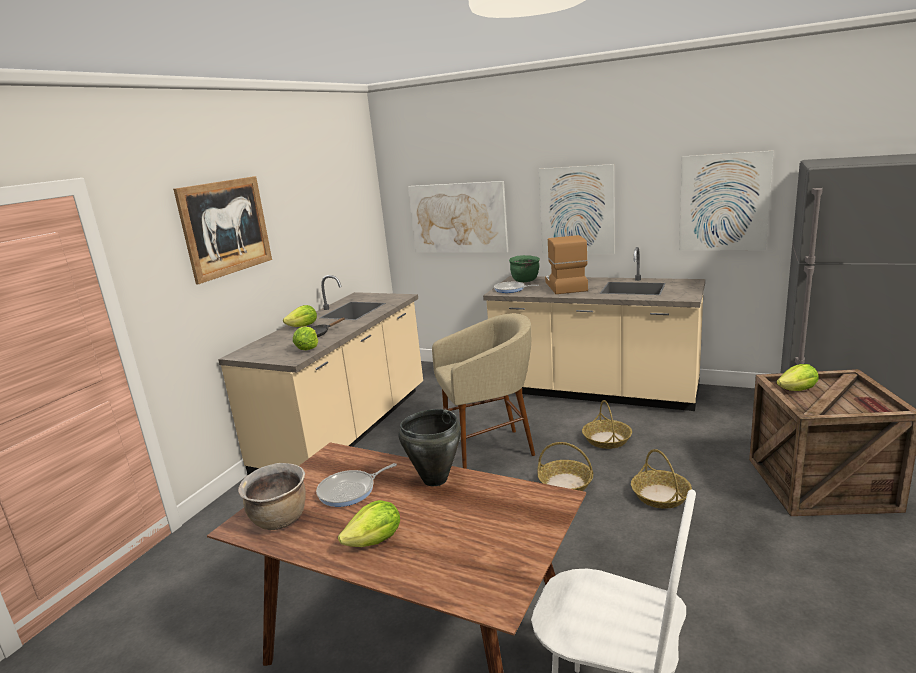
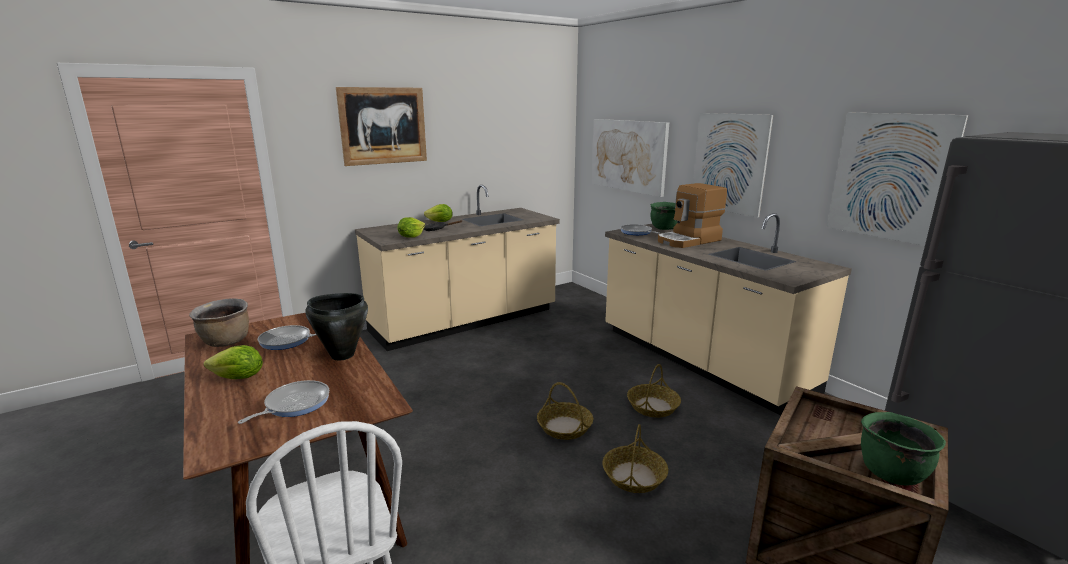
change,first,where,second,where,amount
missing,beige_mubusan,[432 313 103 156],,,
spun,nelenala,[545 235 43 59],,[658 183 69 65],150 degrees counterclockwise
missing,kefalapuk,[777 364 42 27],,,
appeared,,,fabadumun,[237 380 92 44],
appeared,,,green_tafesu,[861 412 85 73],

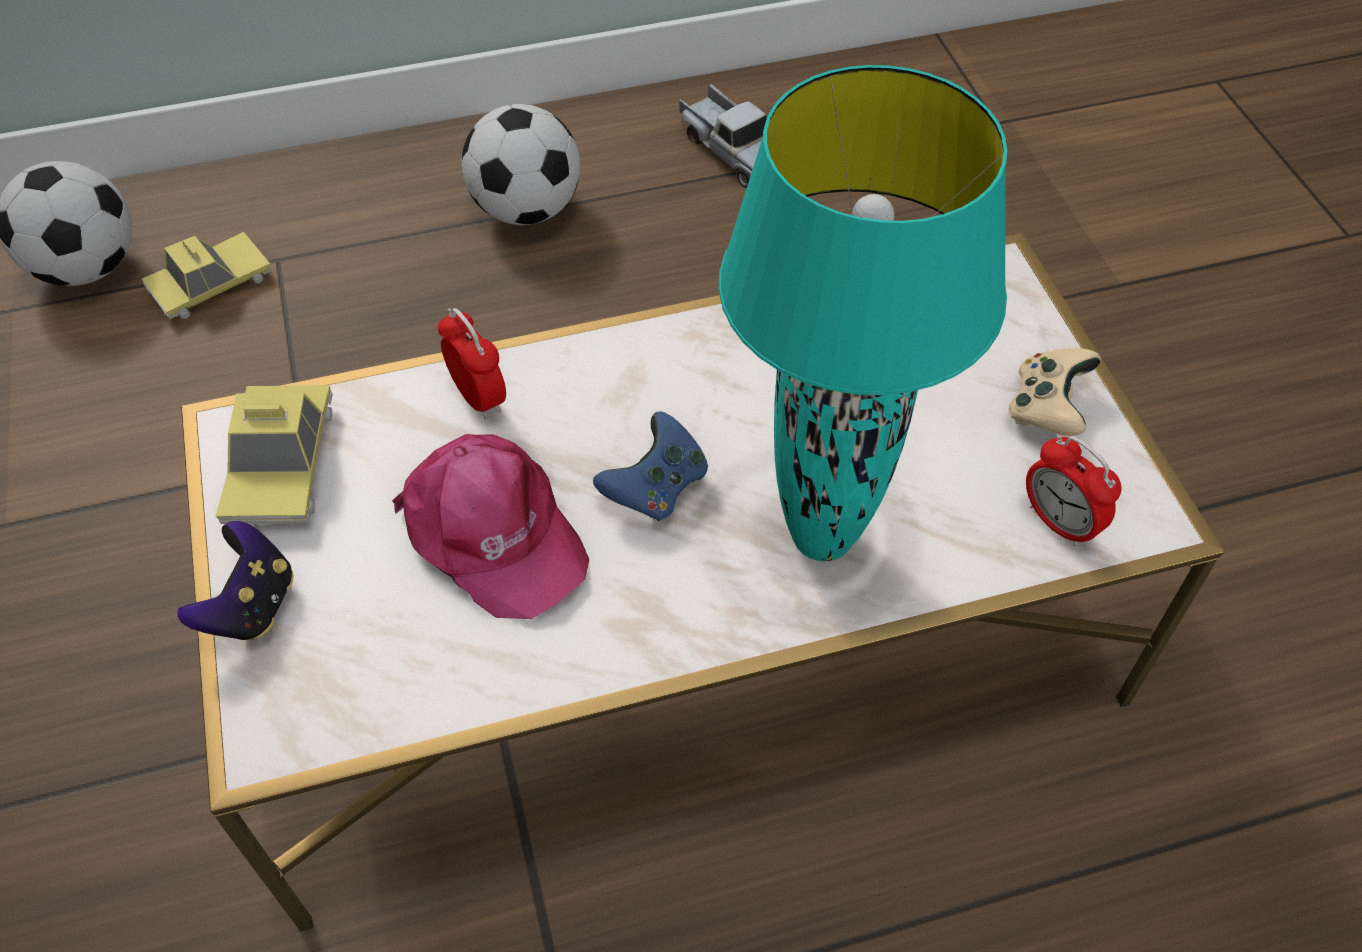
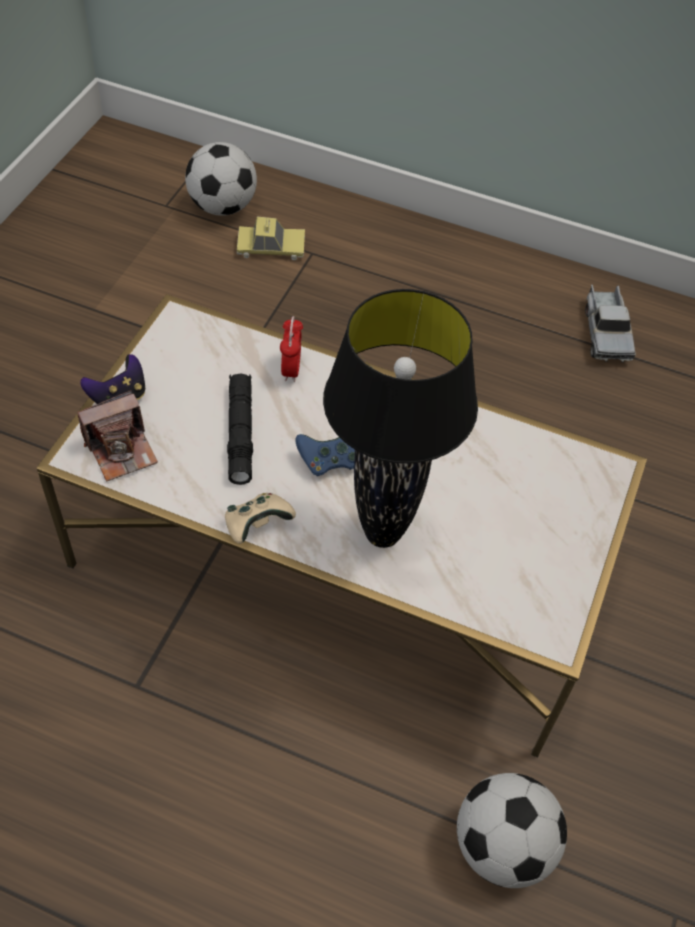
change,first,where,second,where,amount
missing,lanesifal,[216 385 117 140],,,
exchanged,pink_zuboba,[392 434 197 185],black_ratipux,[227 373 26 112],
relocated,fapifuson,[462 104 118 121],,[457 773 110 115],
colour,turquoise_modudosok,[719 65 288 496],black_modudosok,[323 289 155 259],
relocated,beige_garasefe,[1009 348 92 88],,[225 493 71 51],
missing,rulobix,[1026 435 95 112],,,
appeared,,,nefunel,[77 390 81 91],

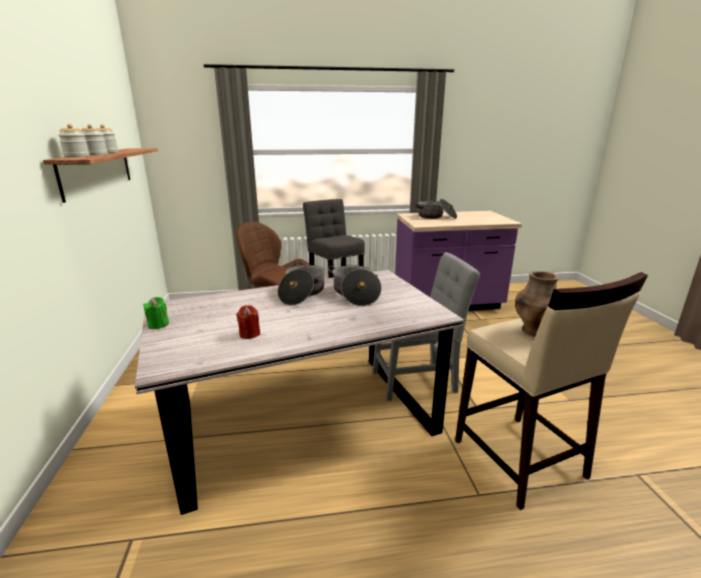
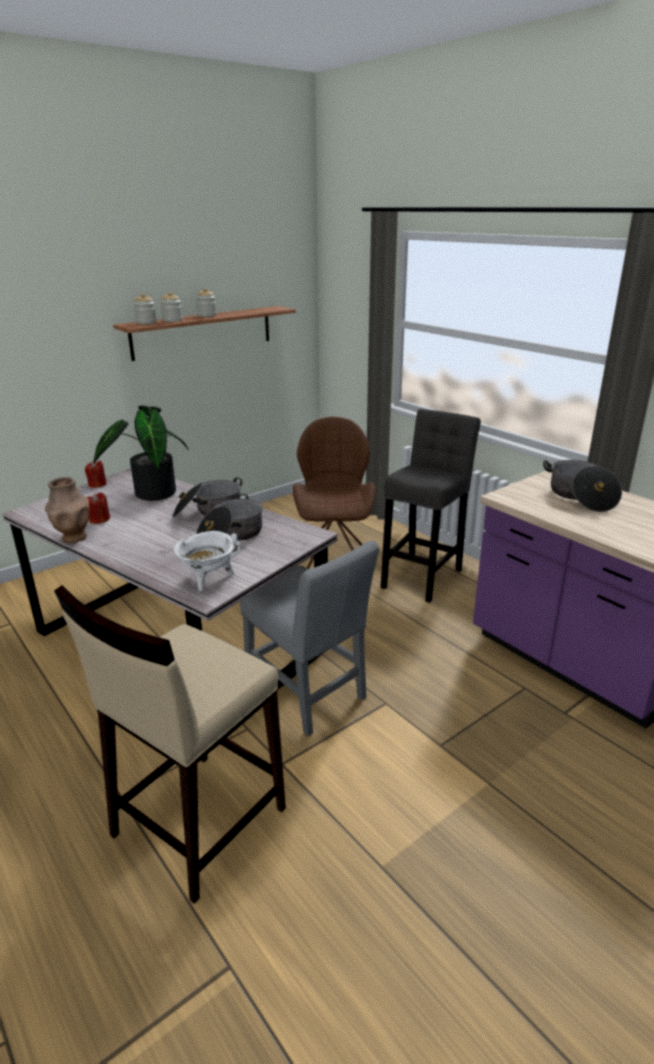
change,first,where,second,where,amount
colour,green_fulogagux,[143 297 26 32],red_fulogagux,[85 460 22 28],
relocated,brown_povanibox,[515 271 44 65],,[45 477 44 66],
appeared,,,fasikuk,[93 405 96 96],
appeared,,,white_tafesu,[174 531 67 61],

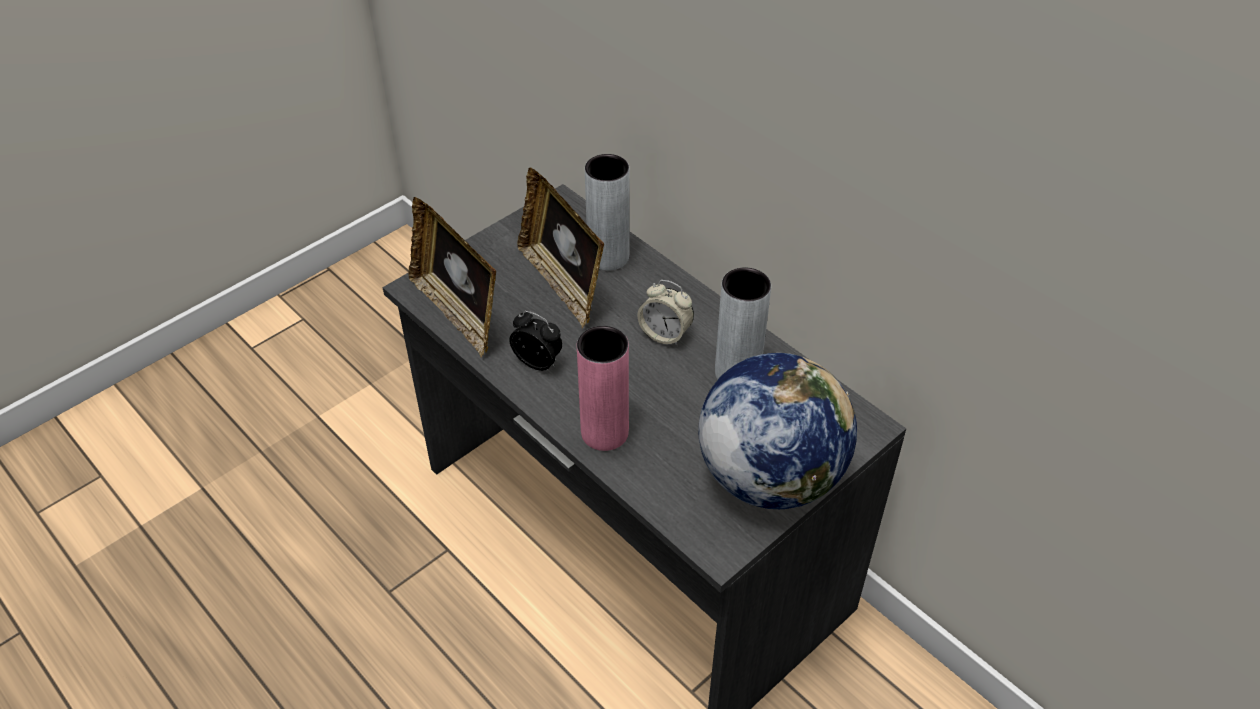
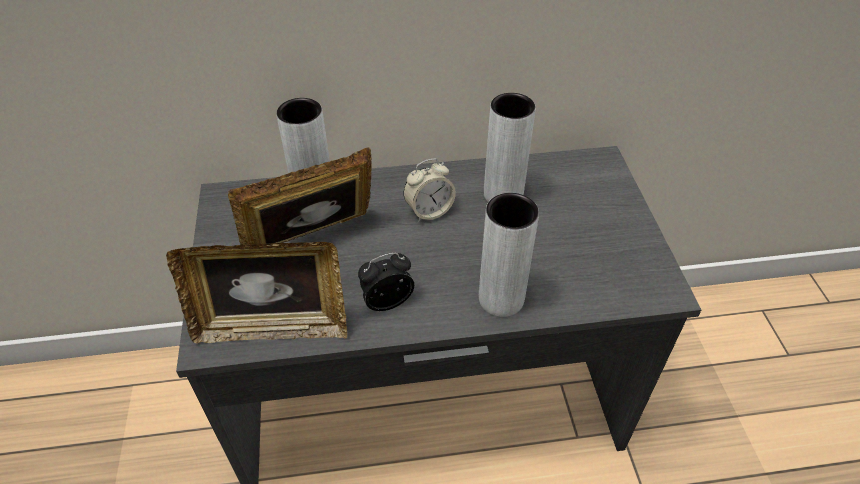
change,first,where,second,where,amount
spun,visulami,[517 167 87 161],,[228 147 144 98],150 degrees clockwise
colour,pink_povanibox,[577 326 52 125],grey_povanibox,[479 193 60 124],
missing,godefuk,[698 353 159 156],,,

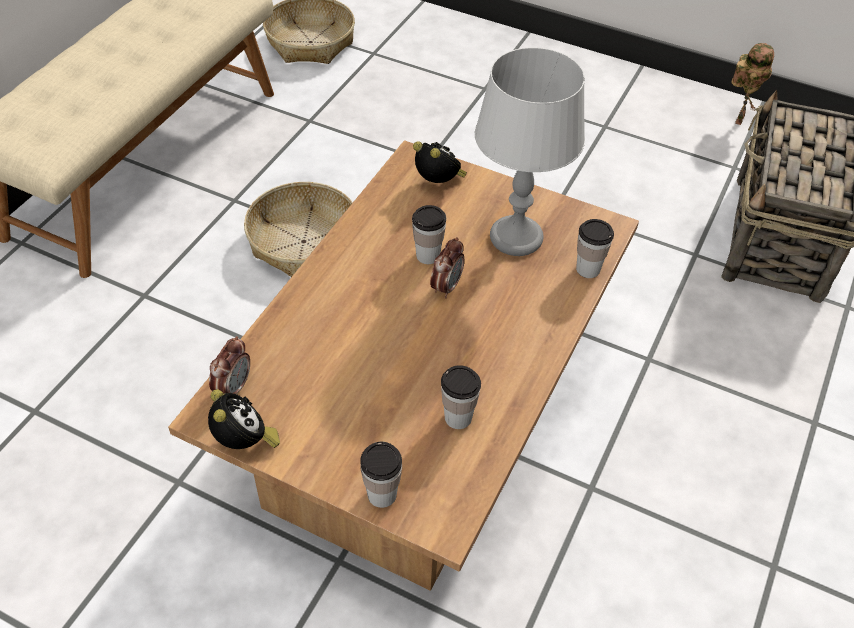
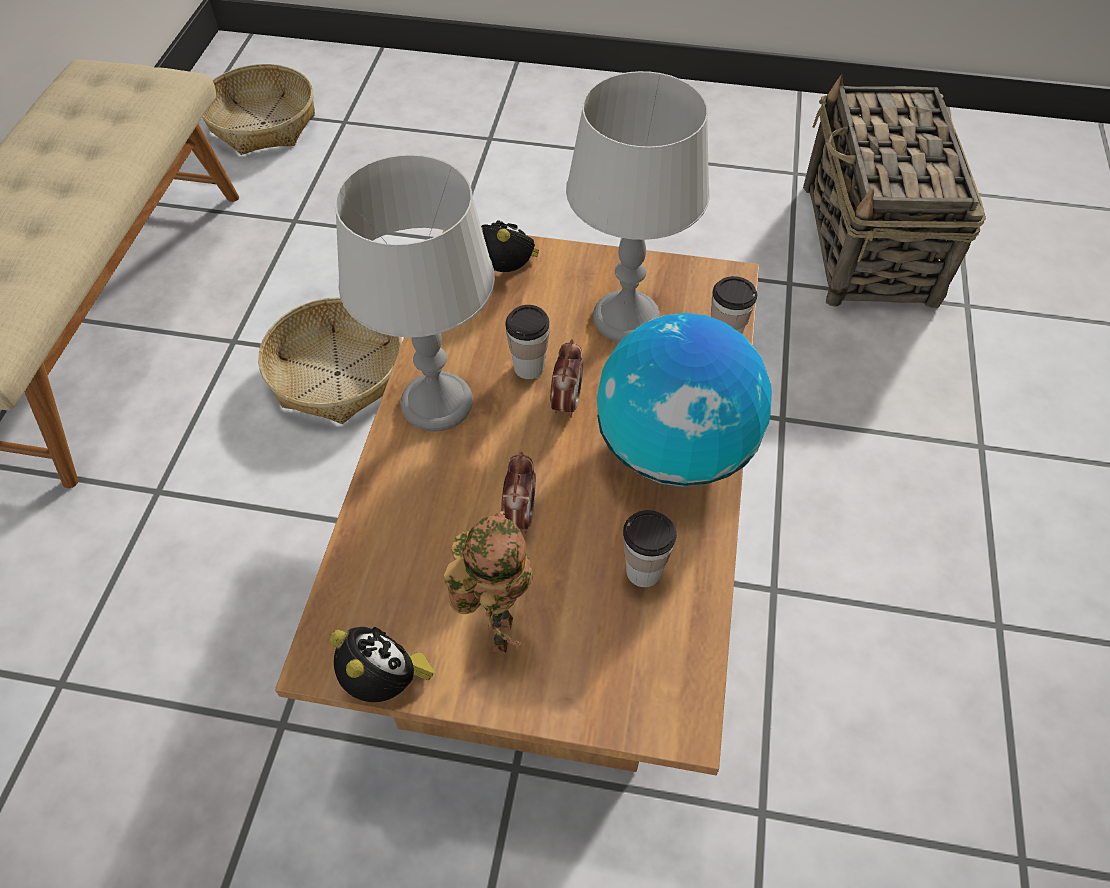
change,first,where,second,where,amount
relocated,rulobix,[209 336 41 58],,[501 452 35 82],
missing,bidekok,[360 442 42 66],,,
relocated,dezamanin,[731 43 43 82],,[444 511 89 143],
appeared,,,grey_modudosok,[335 154 160 278],
appeared,,,godefuk,[597 313 175 174],

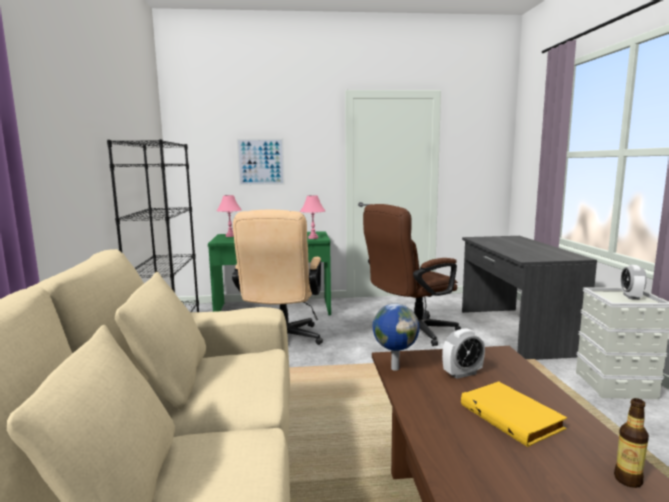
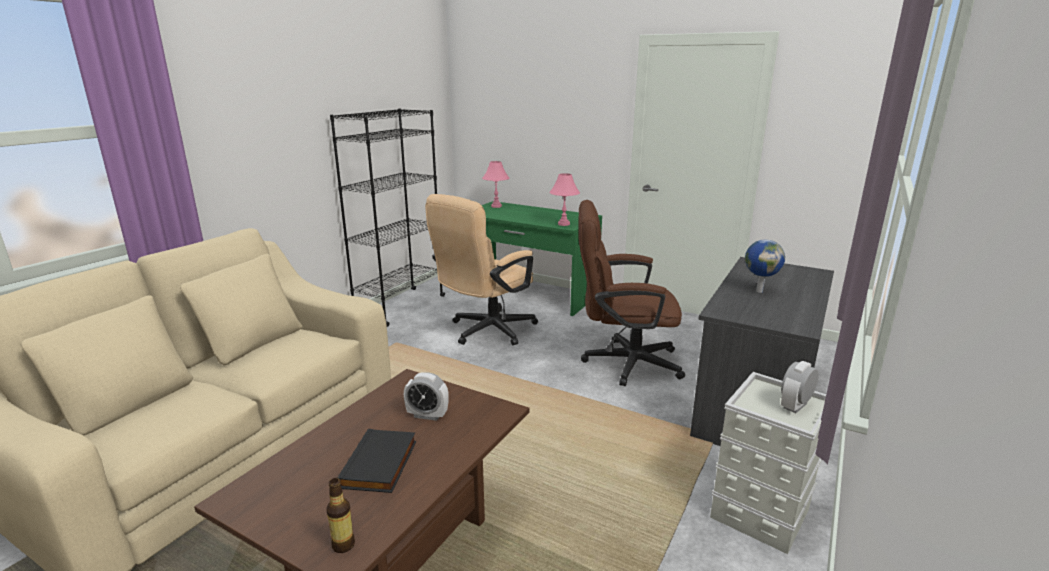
change,first,where,second,where,amount
missing,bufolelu,[237 138 48 48],,,
relocated,godefuk,[373 304 47 67],,[745 239 40 54],
colour,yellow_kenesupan,[461 381 106 66],black_kenesupan,[338 429 78 64],

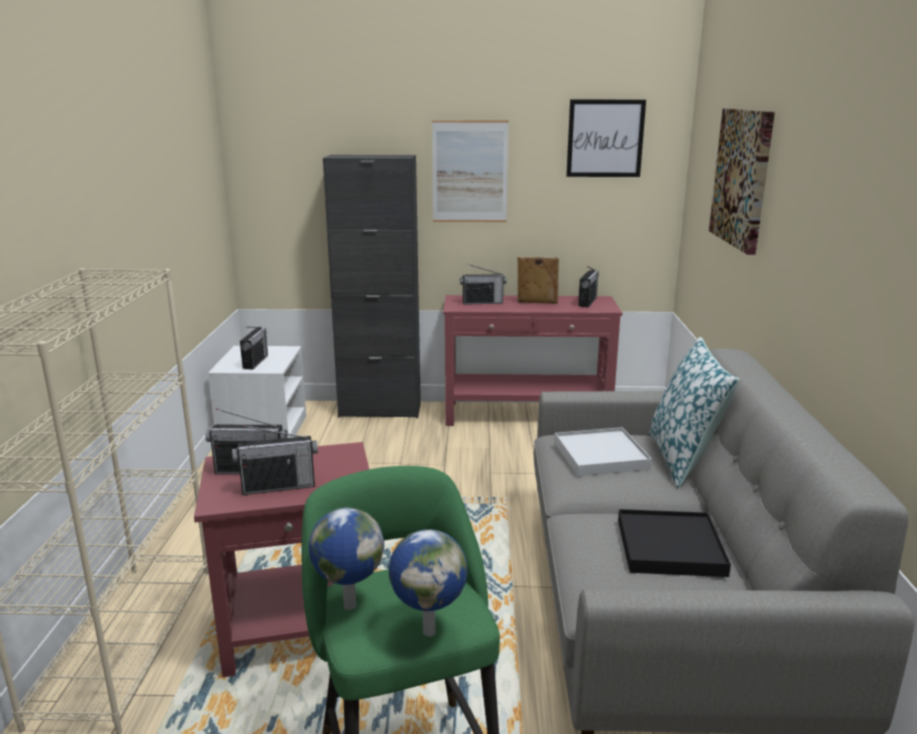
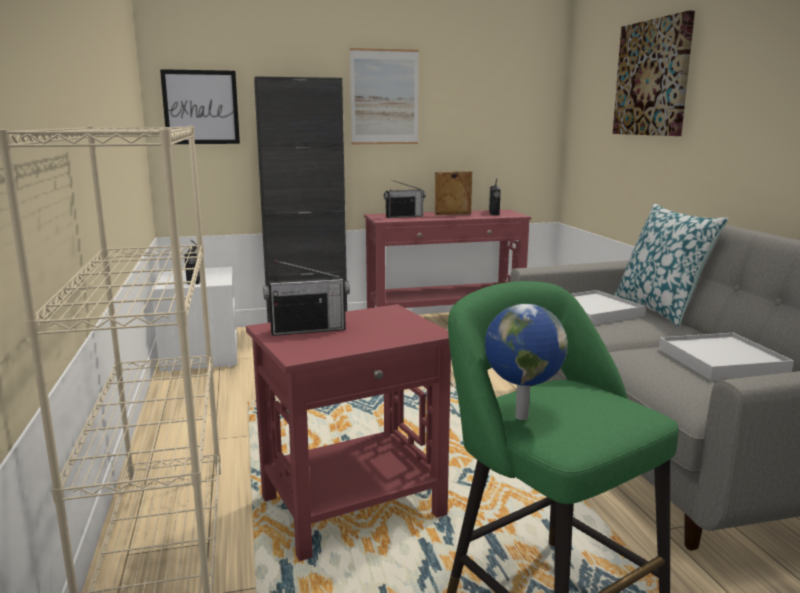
change,first,where,second,where,amount
missing,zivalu,[232 425 86 70],,,
missing,godefuk,[389 529 79 108],,,
relocated,bufolelu,[566 100 80 77],,[160 69 80 75],
colour,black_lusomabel,[618 509 113 68],white_lusomabel,[659 333 135 47],

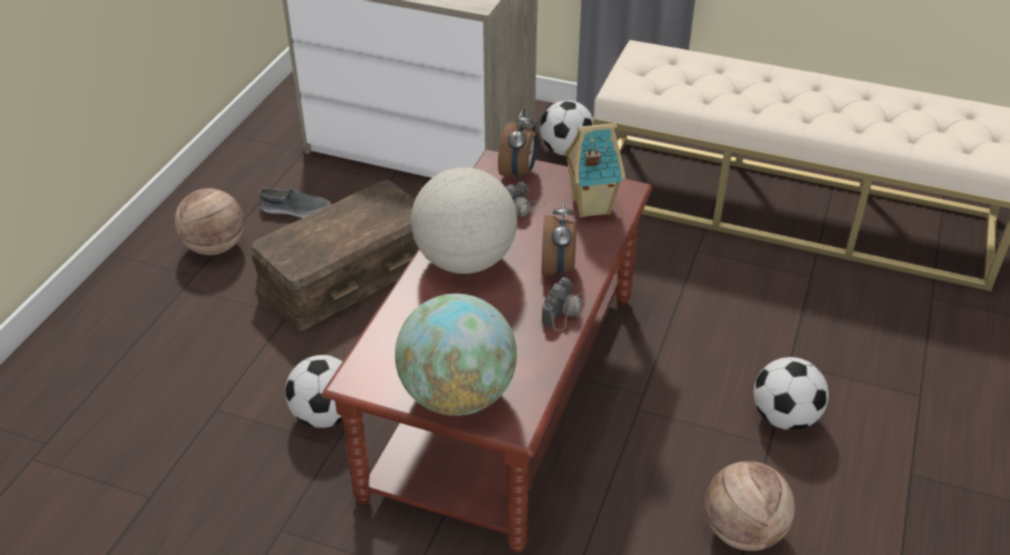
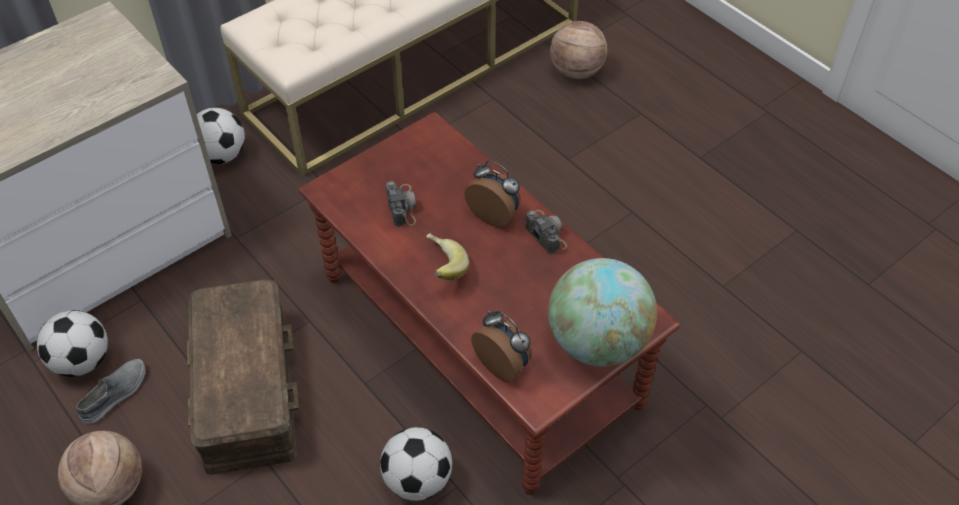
change,first,where,second,where,amount
exchanged,godefuk,[411 167 106 107],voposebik,[426 233 43 48],
relocated,rulobix,[498 109 39 73],,[471 311 61 71],
missing,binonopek,[564 123 62 95],,,
relocated,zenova,[705 461 90 90],,[550 21 57 58],
relocated,fapifuson,[754 357 75 73],,[37 310 71 67],

